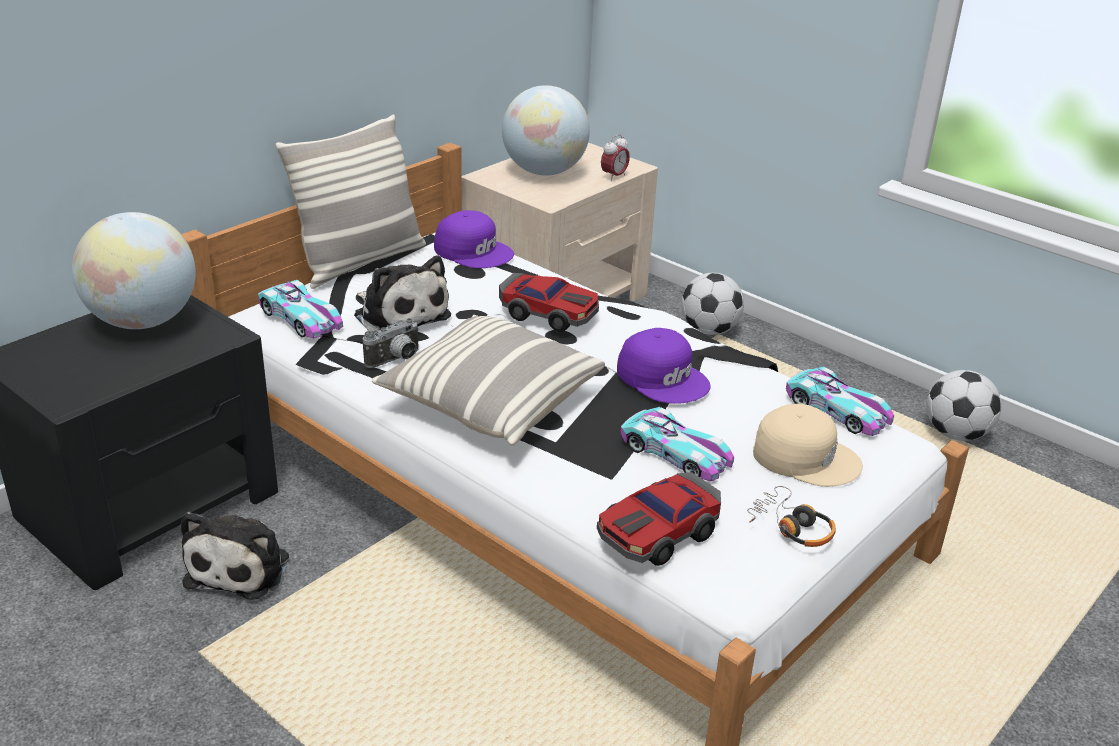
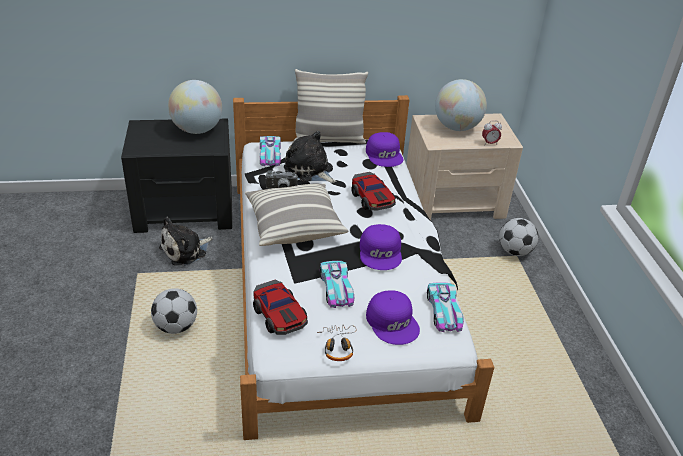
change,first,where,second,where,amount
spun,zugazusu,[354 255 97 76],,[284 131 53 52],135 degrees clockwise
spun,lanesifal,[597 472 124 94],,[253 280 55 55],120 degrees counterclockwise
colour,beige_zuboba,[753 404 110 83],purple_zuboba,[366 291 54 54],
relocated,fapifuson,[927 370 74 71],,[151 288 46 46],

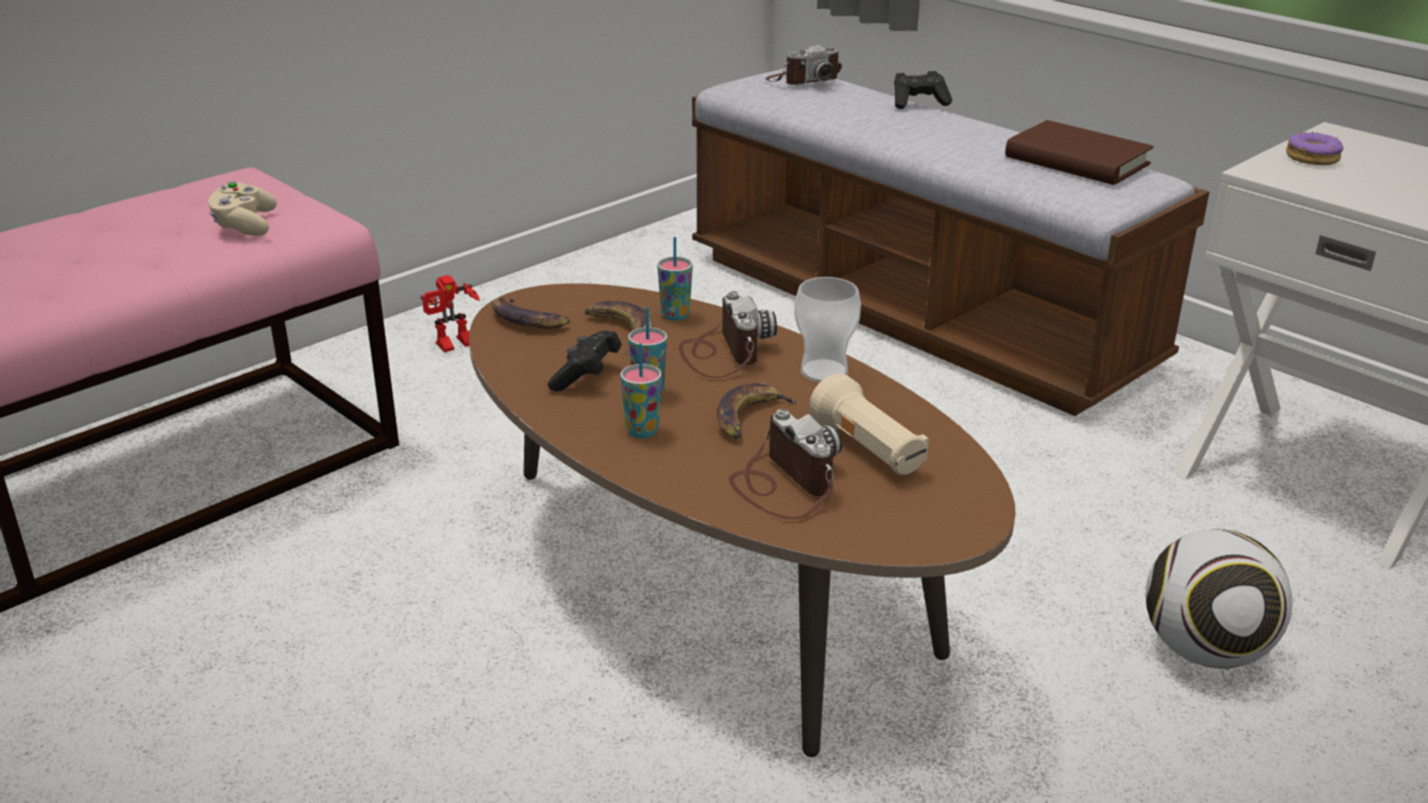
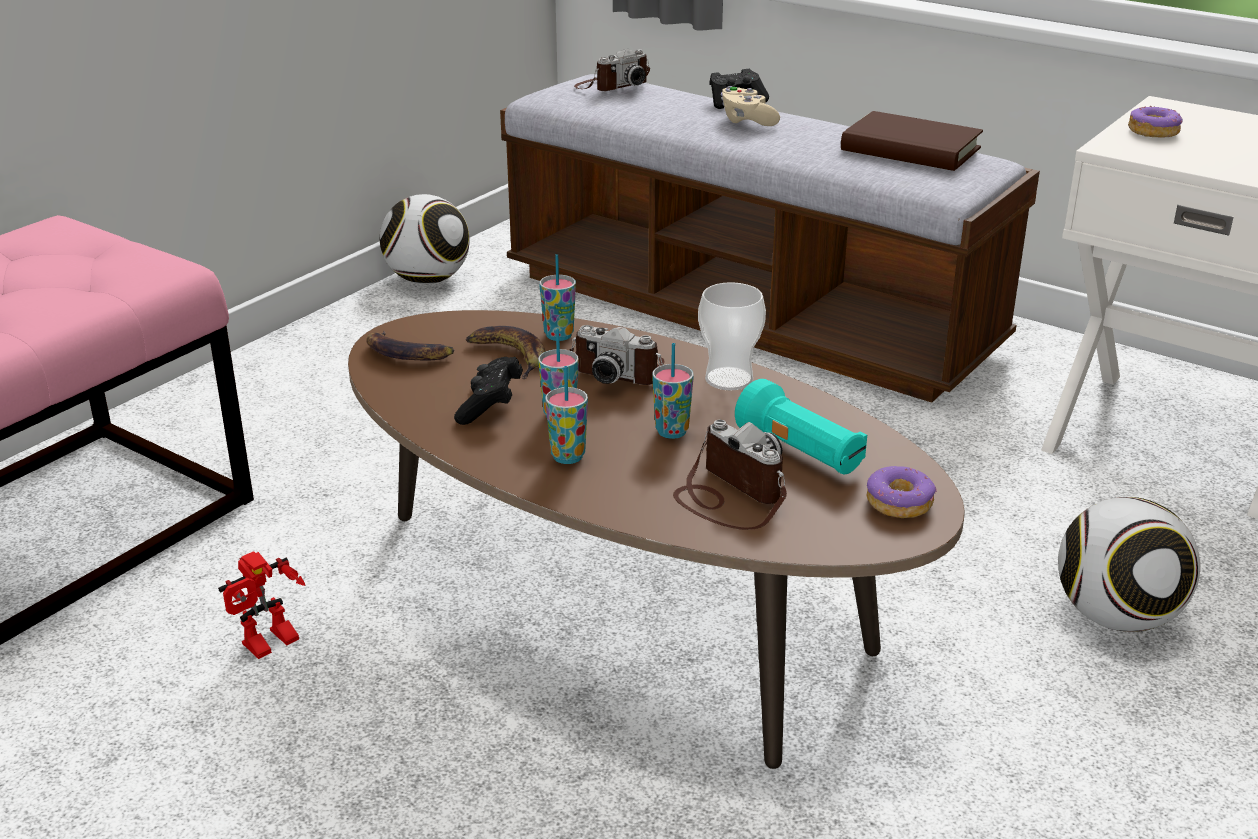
change,first,where,second,where,amount
relocated,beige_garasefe,[208 181 69 55],,[721 86 59 40],
relocated,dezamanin,[421 275 59 77],,[218 551 88 108],
spun,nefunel,[679 291 98 87],,[569 325 96 60],135 degrees clockwise
exchanged,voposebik,[717 382 83 56],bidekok,[652 343 42 96],
colour,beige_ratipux,[809 373 120 102],turquoise_ratipux,[735 379 132 95],
appeared,,,fapifuson,[380 194 90 90],
appeared,,,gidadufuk,[867 465 70 53],

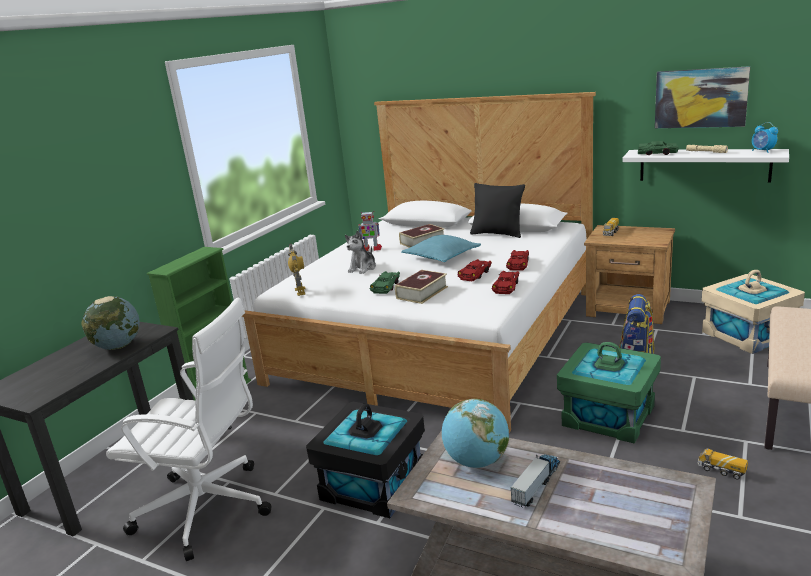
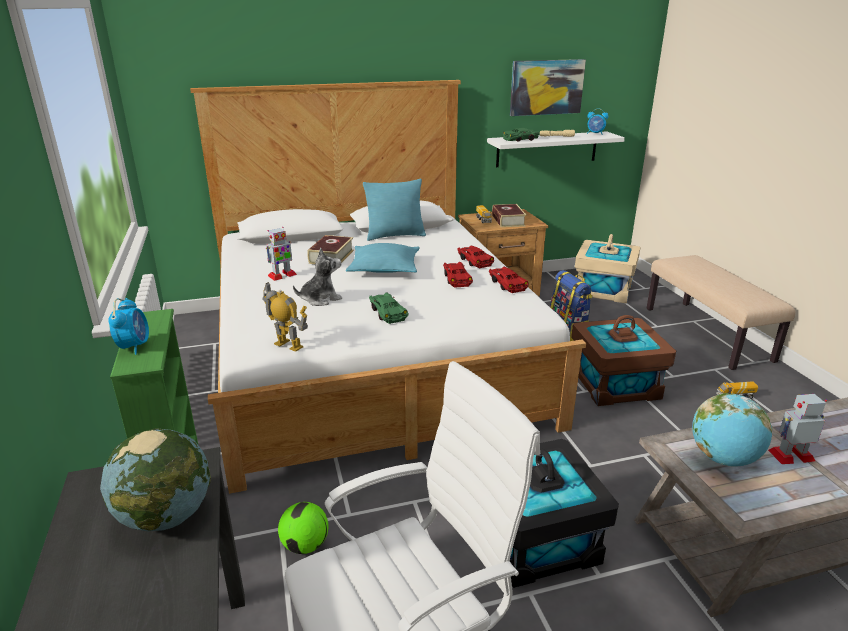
change,first,where,second,where,amount
spun,zugazusu,[345 230 31 44],,[293 248 49 58],105 degrees counterclockwise
relocated,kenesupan,[395 270 53 34],,[492 204 34 23],
colour,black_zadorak,[470 183 55 55],turquoise_zadorak,[363 179 63 62],
exchanged,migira,[511 454 49 53],dezamanin,[768 394 59 70],
colour,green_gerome,[557 342 104 102],brown_gerome,[571 315 105 91],
appeared,,,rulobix,[108 298 41 57],
appeared,,,fapifuson,[278 502 50 52],

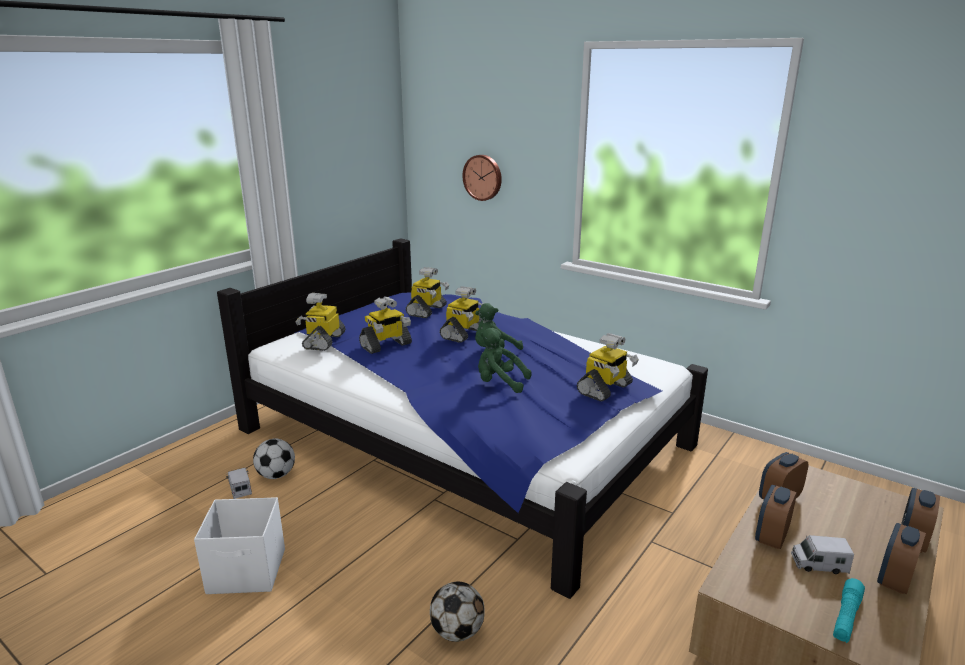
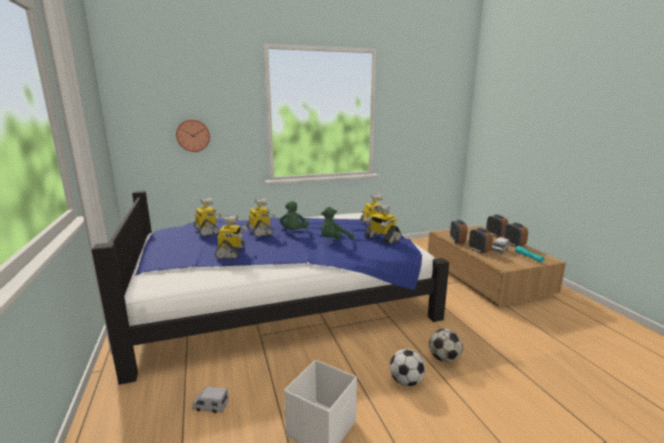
change,first,where,second,where,amount
relocated,fapifuson,[253 438 42 41],,[390 349 35 37],
relocated,dezamanin,[296 293 50 58],,[364 204 37 40],

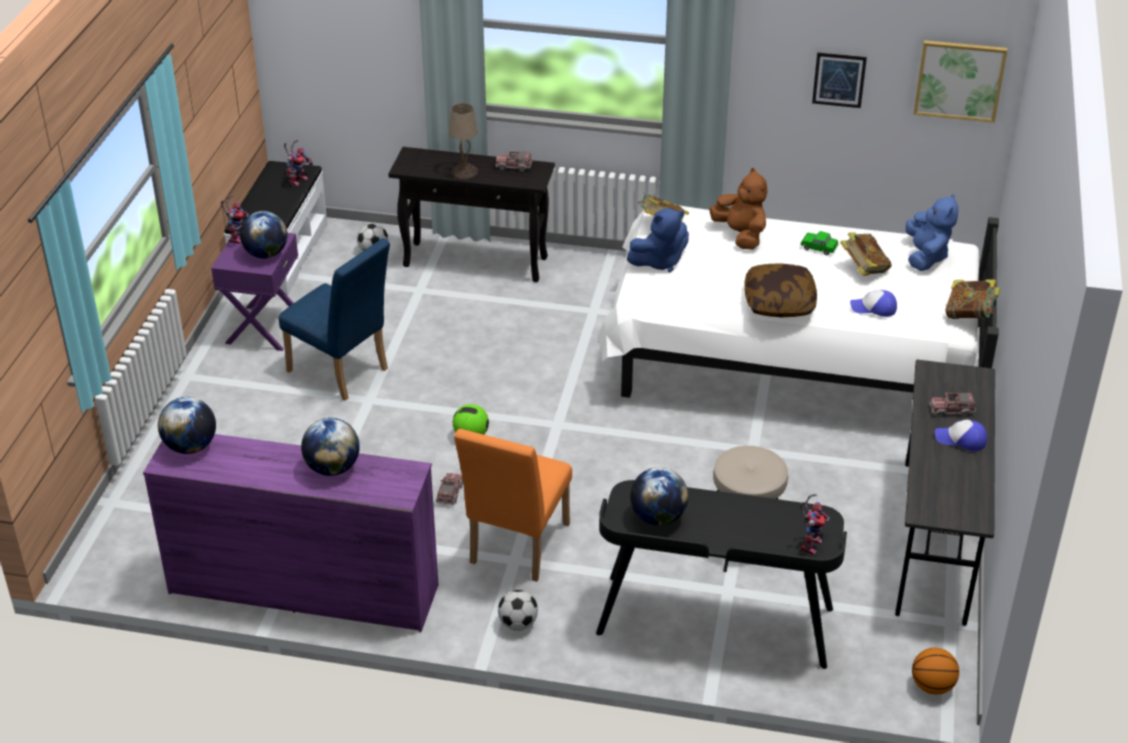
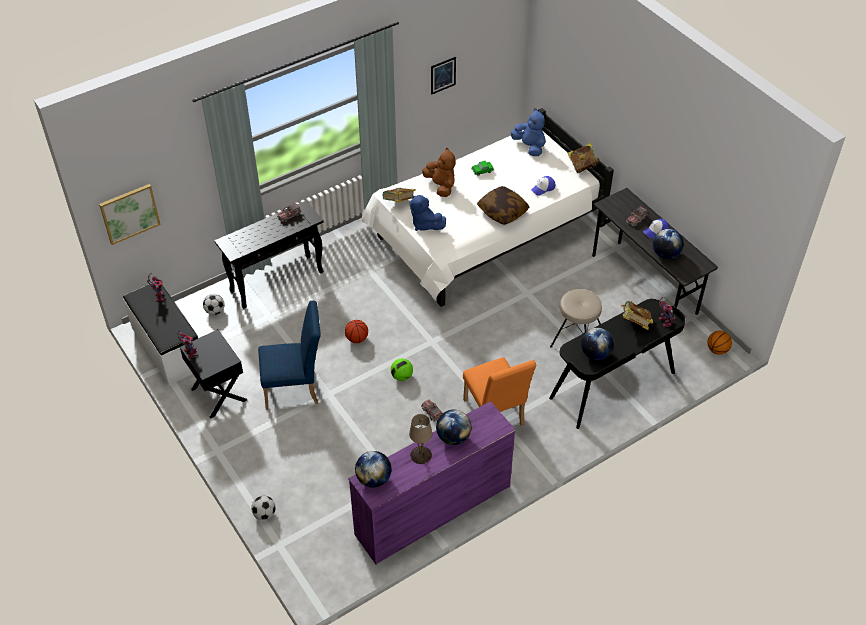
change,first,where,second,where,amount
colour,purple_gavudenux,[211 233 87 118],black_gavudenux,[180 329 67 89],
relocated,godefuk,[240 211 48 47],,[653 229 31 30],
relocated,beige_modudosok,[449 103 29 76],,[409 414 23 50],
relocated,fapifuson,[498 590 40 41],,[251 496 25 24],
spun,blue_zugazusu,[627 208 62 64],,[410 194 36 37],120 degrees clockwise
spun,brown_zugazusu,[709 168 58 82],,[422 147 34 50],45 degrees clockwise
relocated,kenesupan,[840 232 52 44],,[623 300 30 30],
relocated,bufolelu,[914 40 93 83],,[99 184 62 61],
appeared,,,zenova,[345 320 23 23],

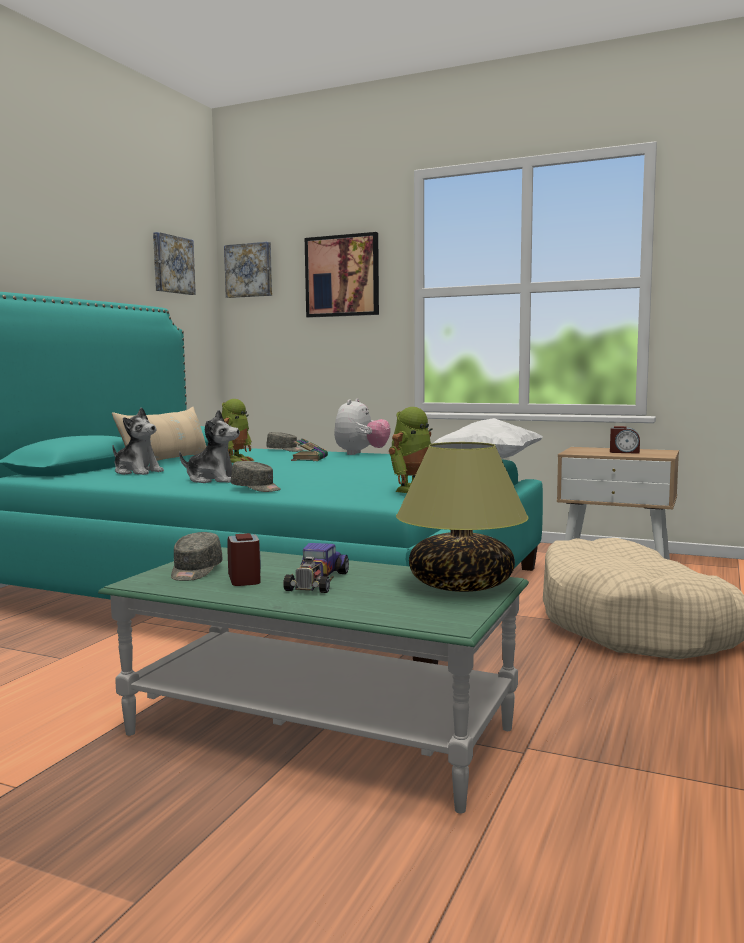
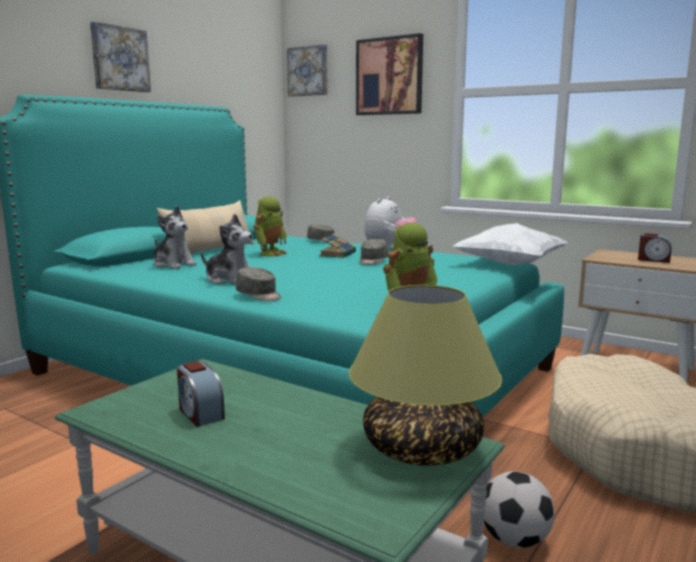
change,first,where,second,where,amount
relocated,bufolelu,[153 232 43 63],,[90 22 61 70],
relocated,grey_zuboba,[171 532 52 49],,[360 239 28 26],
spun,rulobix,[227 533 34 53],,[177 361 48 66],150 degrees clockwise
missing,lanesifal,[283 543 66 50],,,
appeared,,,fapifuson,[484 471 71 77],

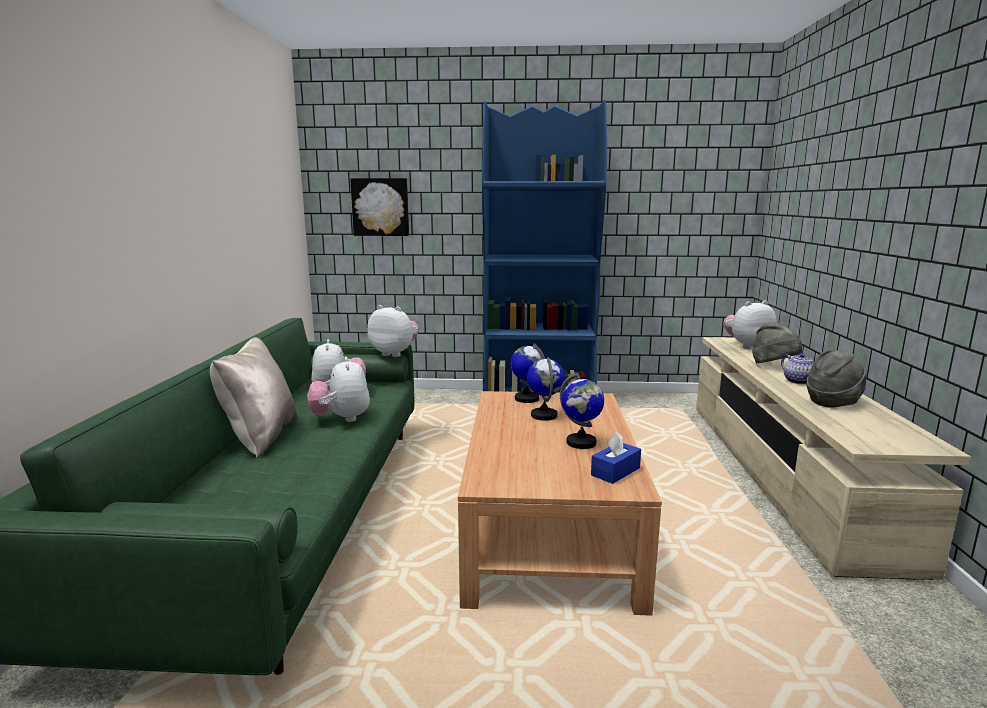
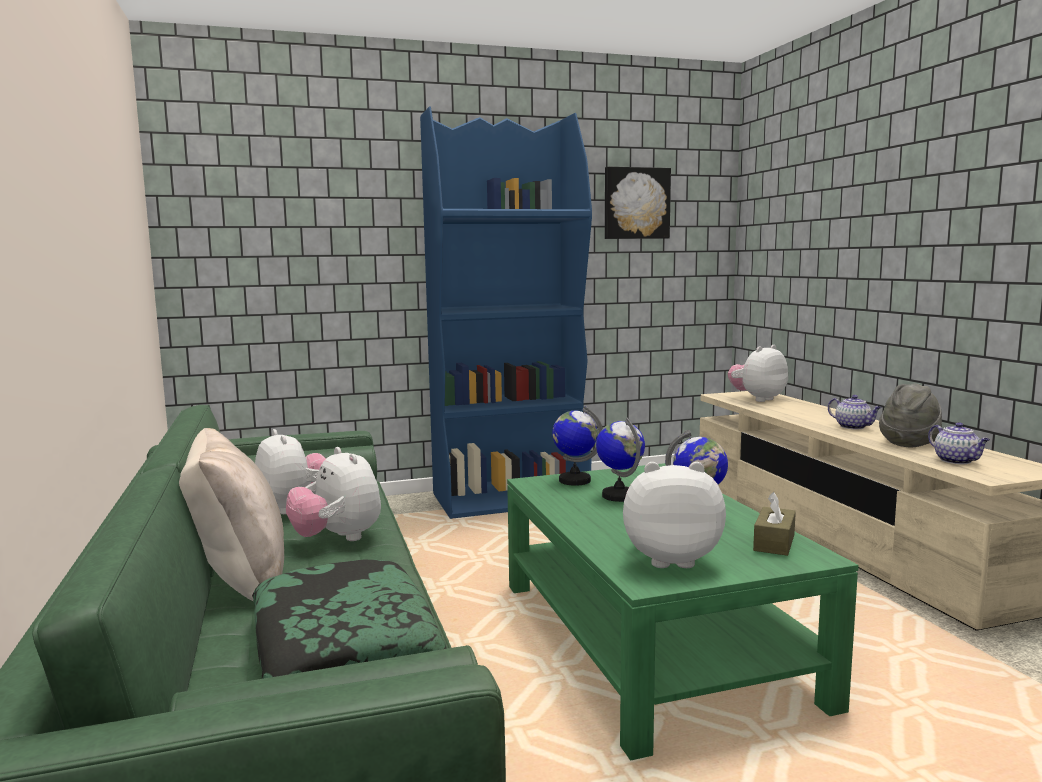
change,first,where,second,where,amount
relocated,bufolelu,[350 178 59 58],,[605 166 66 73],
relocated,zugazusu,[367 305 52 52],,[623 462 103 106],
colour,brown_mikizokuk,[458 391 204 225],green_mikizokuk,[507 463 352 297],
colour,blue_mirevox,[591 432 50 52],brown_mirevox,[753 492 43 64],
missing,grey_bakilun,[752 323 50 40],,,
appeared,,,zadorak,[252 560 195 119],
appeared,,,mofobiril,[928 422 62 42],

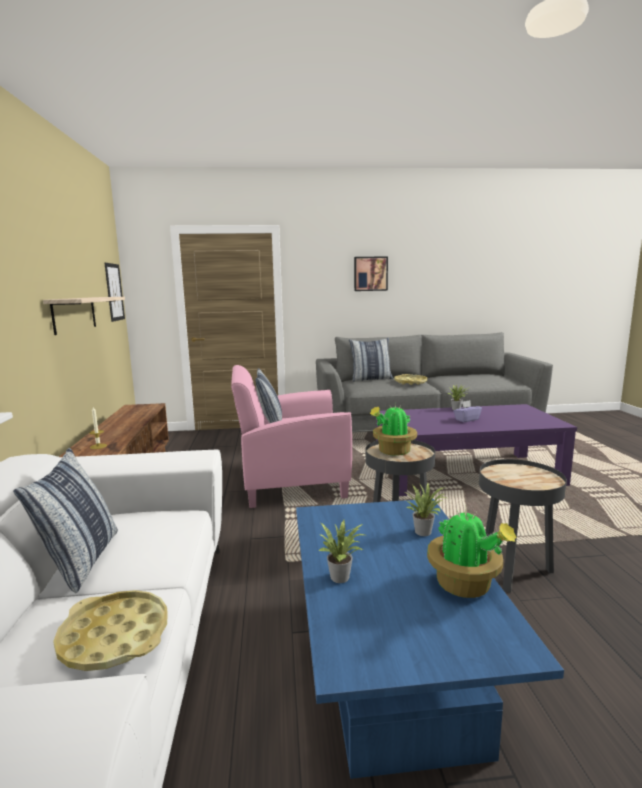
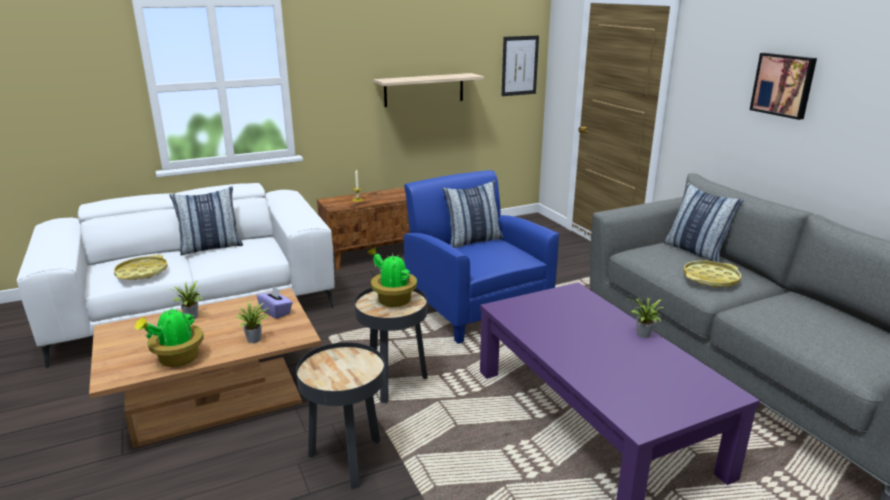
change,first,where,second,where,amount
colour,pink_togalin,[231 365 121 143],blue_togalin,[404 170 155 174],
colour,blue_mikizokuk,[296 499 268 280],brown_mikizokuk,[89 288 232 160],
relocated,purple_mirevox,[453 400 29 22],,[257 286 35 33],

